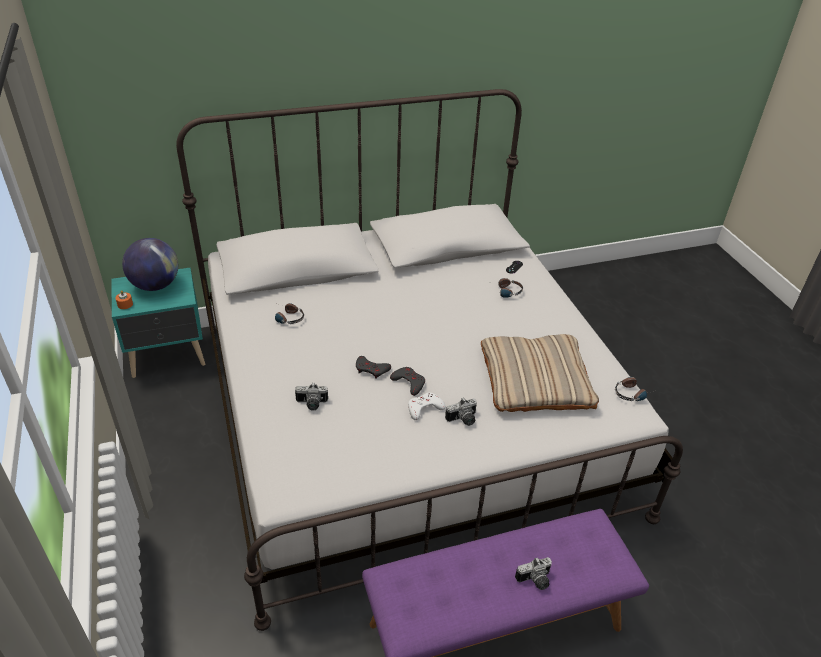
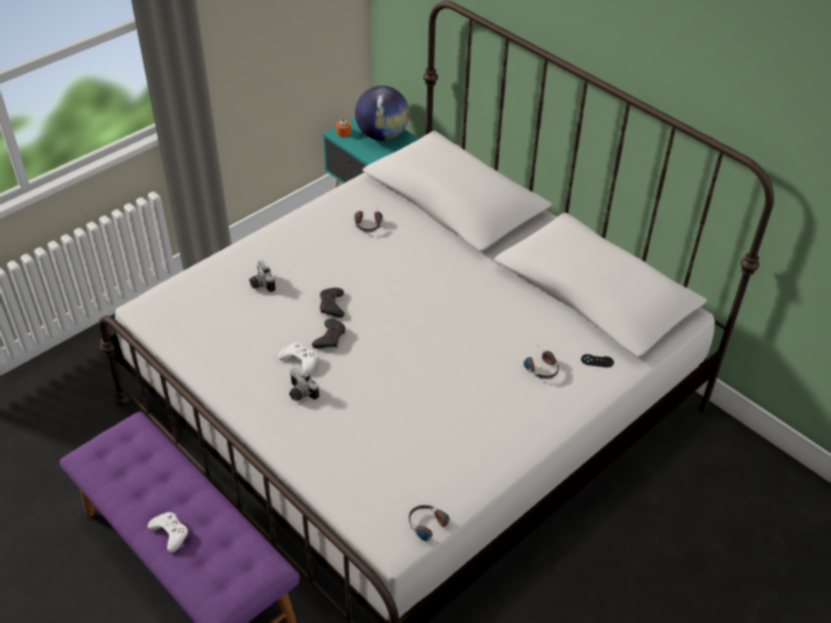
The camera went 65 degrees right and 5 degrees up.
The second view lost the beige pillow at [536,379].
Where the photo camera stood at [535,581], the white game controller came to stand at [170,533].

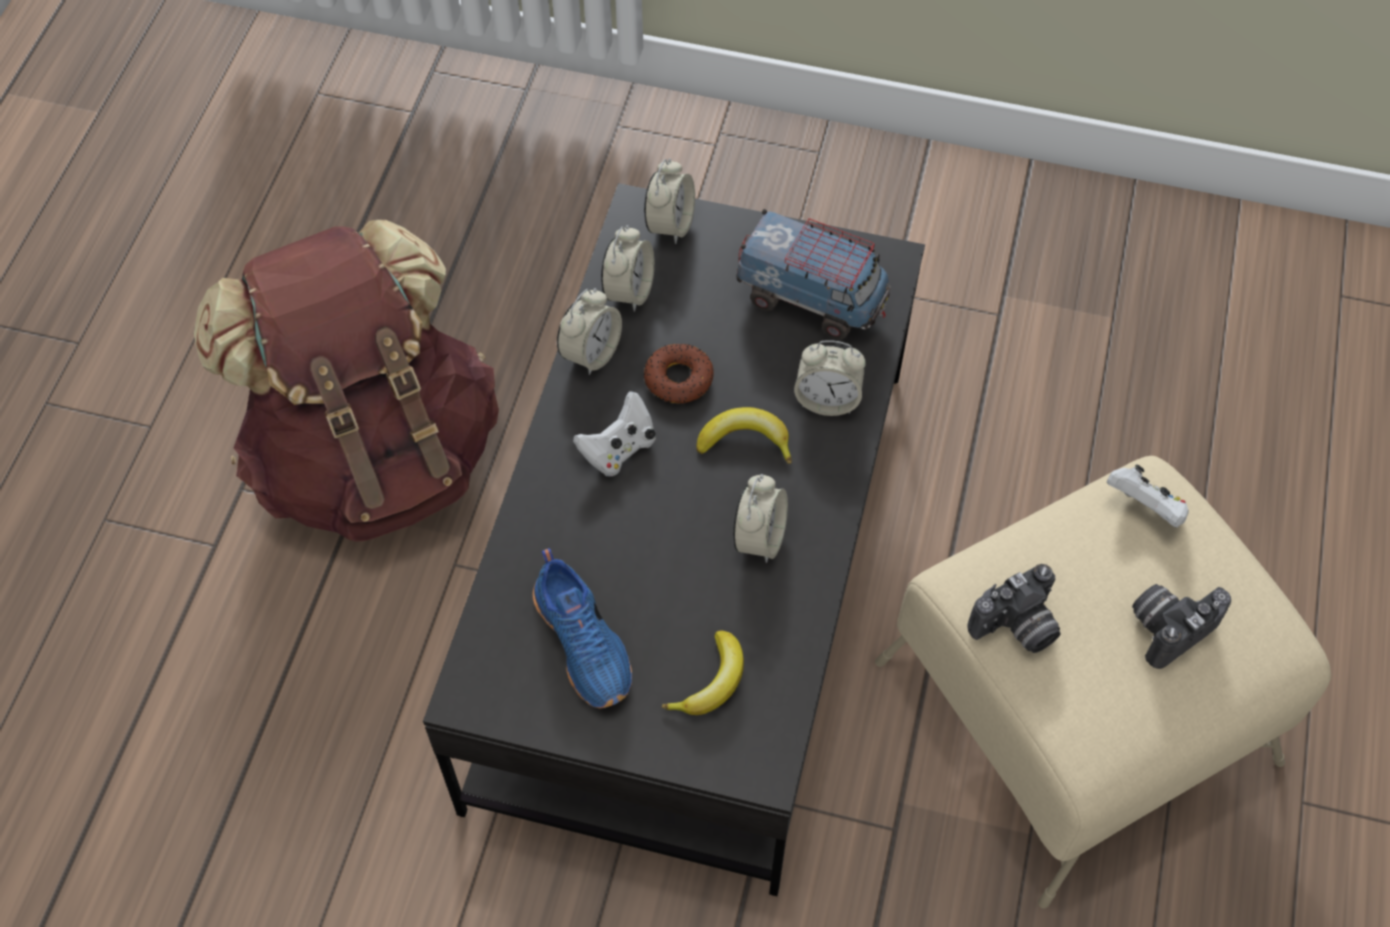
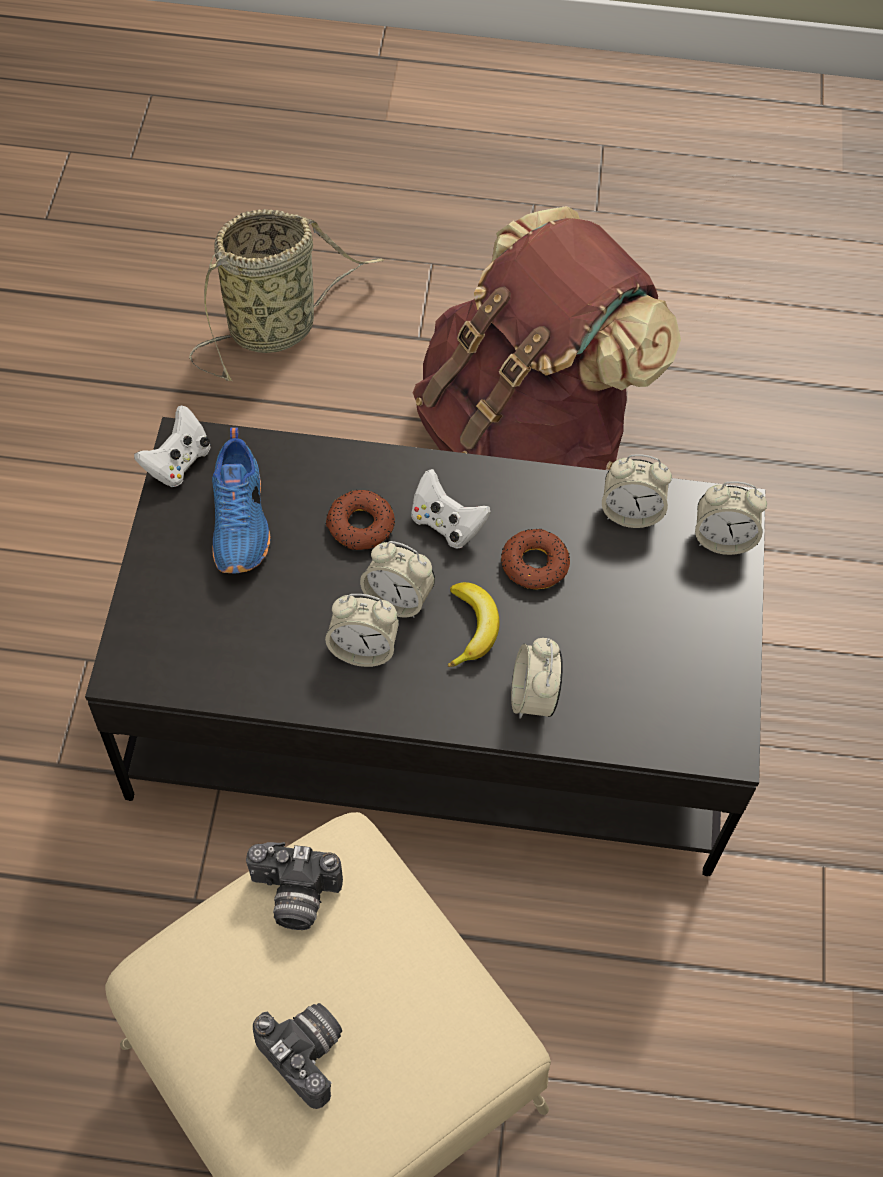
The camera went 80 degrees right and 0 degrees up.
The second view lost the toy truck at [811,299].
The alarm clock ended up elsewhere, having gone from [591,353] to [397,599].
The white game controller ended up elsewhere, having gone from [1144,507] to [178,462].
The blue shoe at [585,642] ended up facing another way, 60 degrees counterclockwise from before.
The photo camera at [1017,628] ended up facing another way, 45 degrees counterclockwise from before.
The second view lost the banana at [711,682].
The second view gained the basket at [277,327].
The second view gained the donut at [360,525].

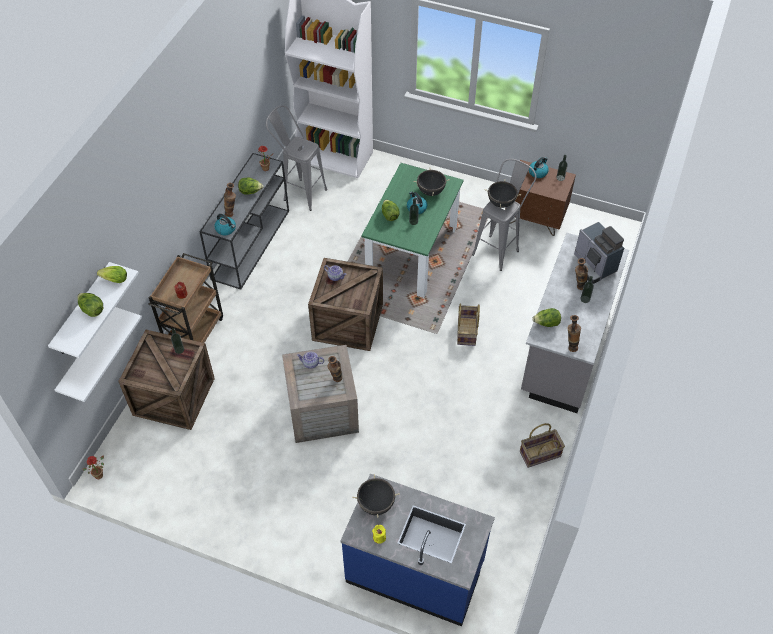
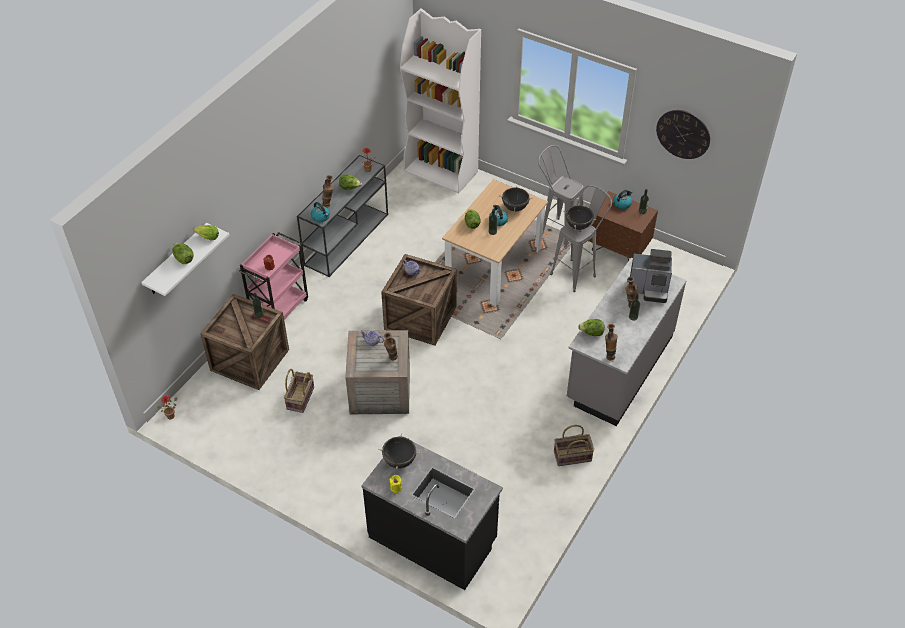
The camera went 10 degrees right and 5 degrees down.
The grey stool ended up elsewhere, having gone from [299,192] to [556,230].
What was the green dining table at [412,253] turned into the beige dining table at [494,266].
The coffee machine at [594,266] ended up facing another way, 60 degrees counterclockwise from before.
What was the brown cart at [194,332] turned into the pink cart at [279,308].
The basket ended up elsewhere, having gone from [467,332] to [301,398].
The second view lost the white shelf at [88,354].
What was the blue counter at [415,572] turned into the black counter at [433,538].
The second view gained the wall clock at [683,134].

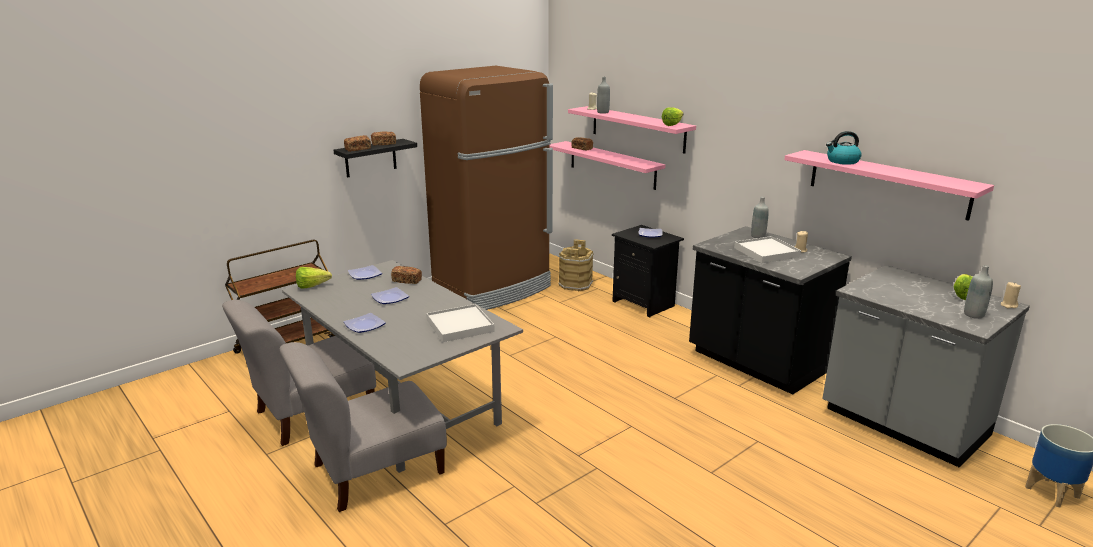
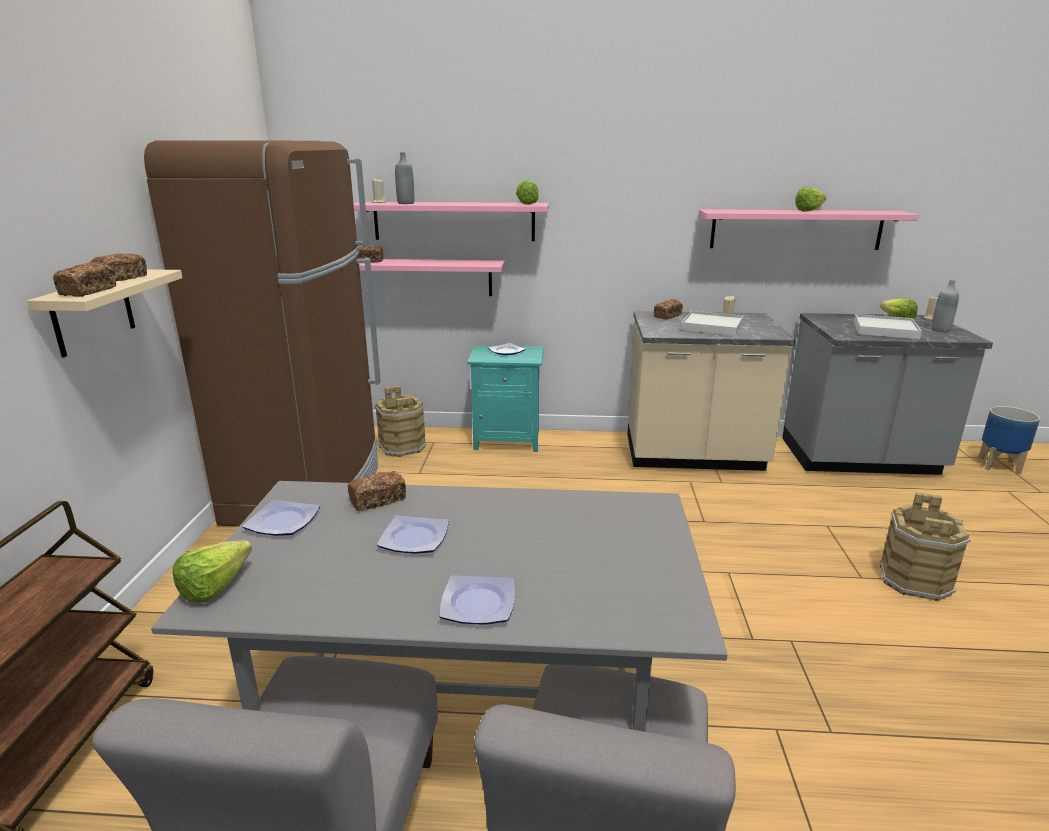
The camera went 45 degrees left and 0 degrees up.
The second view lost the kettle at [842,161].
What was the black shelf at [370,158] turned into the beige shelf at [93,312].
Where the grey bottle stood at [758,236], the bread came to stand at [667,316].
What was the black nightstand at [644,303] turned into the turquoise nightstand at [507,440].
What was the black counter at [756,363] turned into the beige counter at [694,455].
The white tray ended up elsewhere, having gone from [460,326] to [884,330].
The second view gained the lettuce at [811,211].
The second view gained the brown bucket at [915,580].

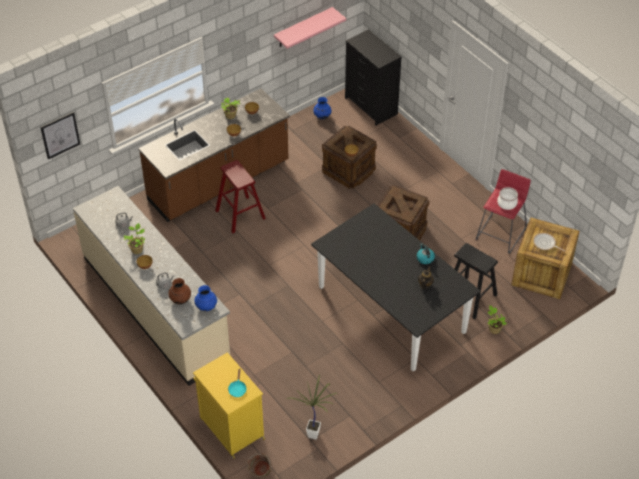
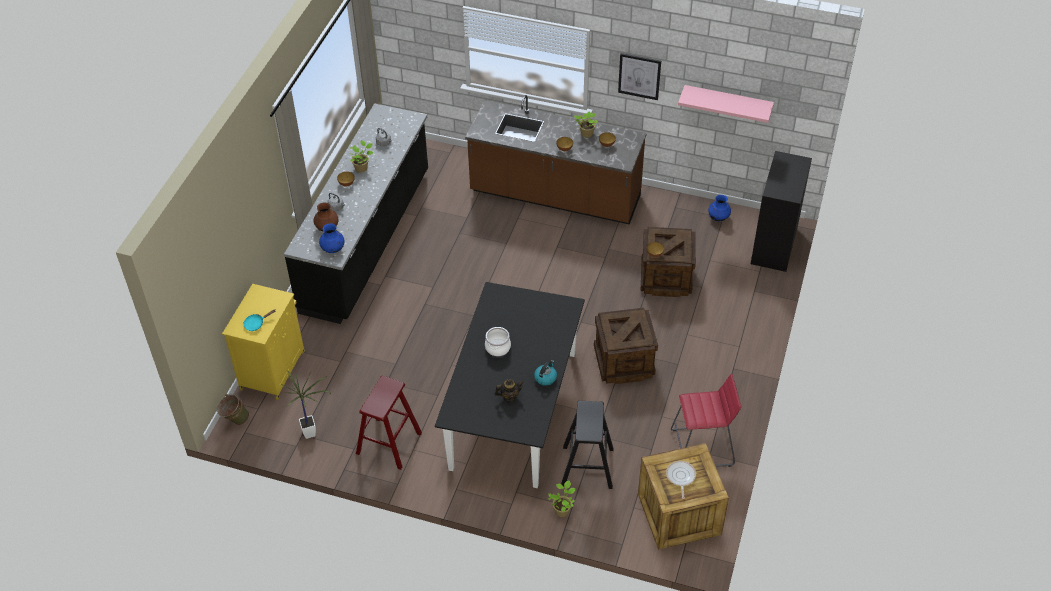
The camera went 55 degrees right and 0 degrees up.
The picture ended up elsewhere, having gone from [60,135] to [639,76].
The red stool ended up elsewhere, having gone from [240,214] to [389,443].
What was the beige counter at [156,307] turned into the black counter at [367,241].
The cooking pot ended up elsewhere, having gone from [506,203] to [497,347].

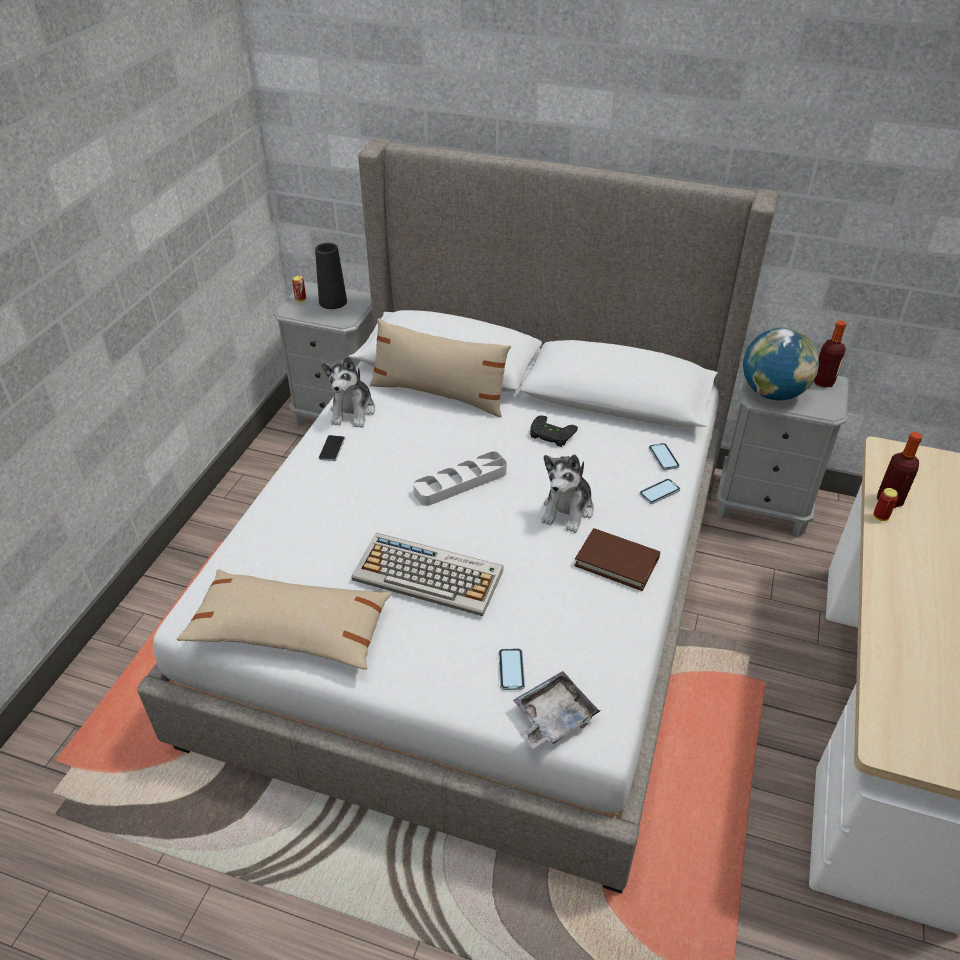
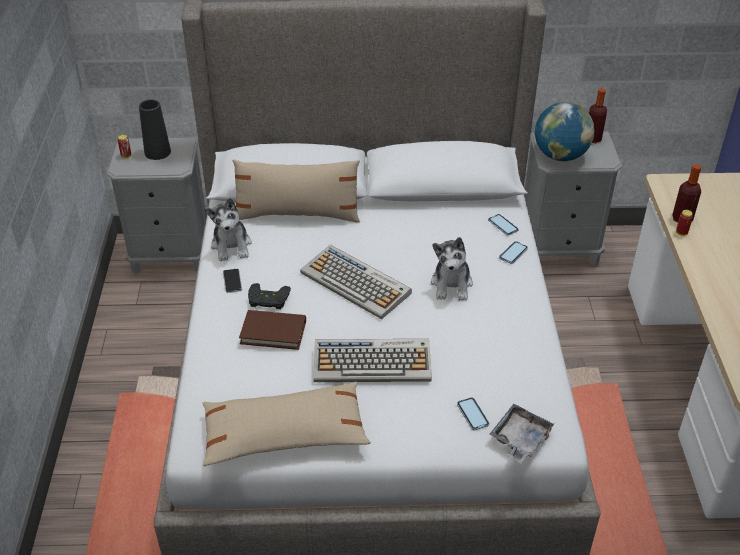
The camera went 20 degrees left and 0 degrees up.
The black game controller ended up elsewhere, having gone from [550,435] to [267,300].
Where the grey tray stood at [460,482], the keyboard came to stand at [356,283].
The brown book ended up elsewhere, having gone from [617,562] to [273,332].

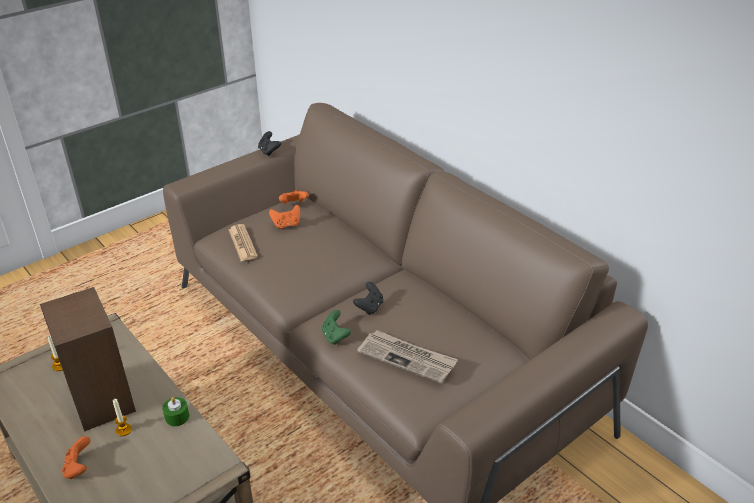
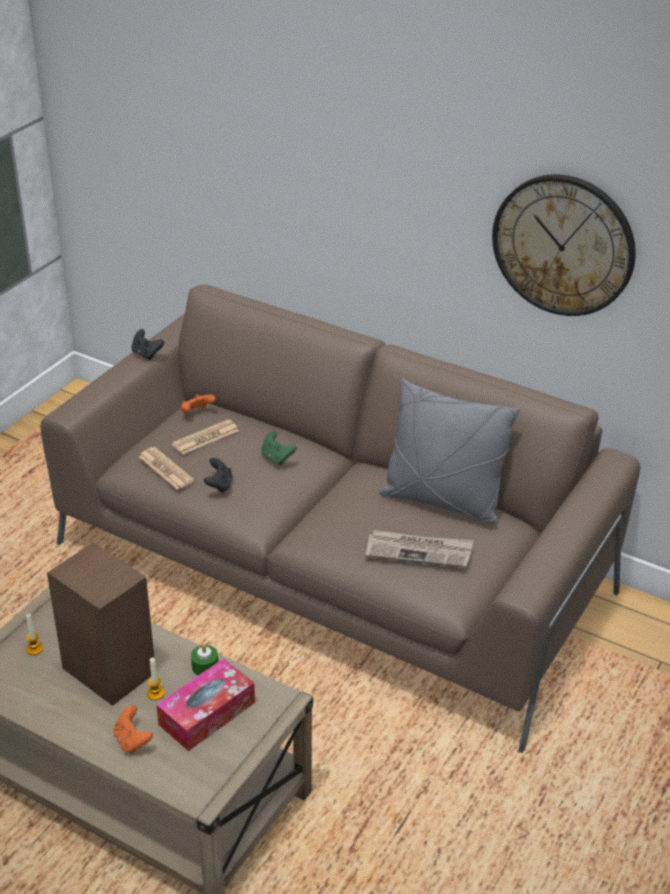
The camera went 20 degrees left and 0 degrees up.
Where the orange game controller stood at [286,225], the newspaper came to stand at [205,438].
The black game controller ended up elsewhere, having gone from [369,307] to [219,485].
The green game controller ended up elsewhere, having gone from [335,336] to [277,458].
The second view gained the wall clock at [563,245].
The second view gained the grey pillow at [442,501].
The second view gained the tissue box at [207,713].

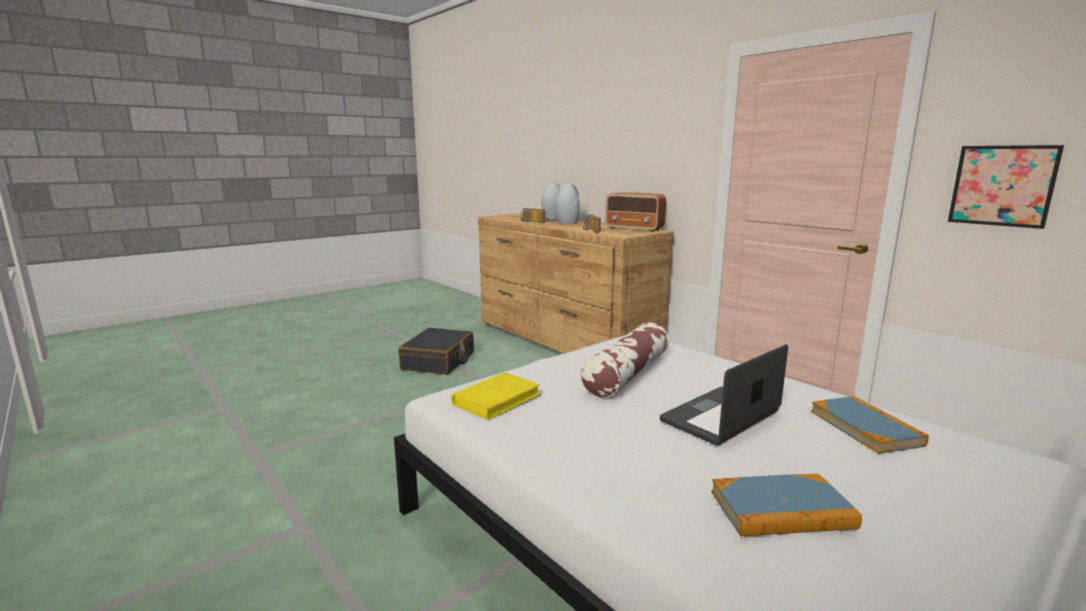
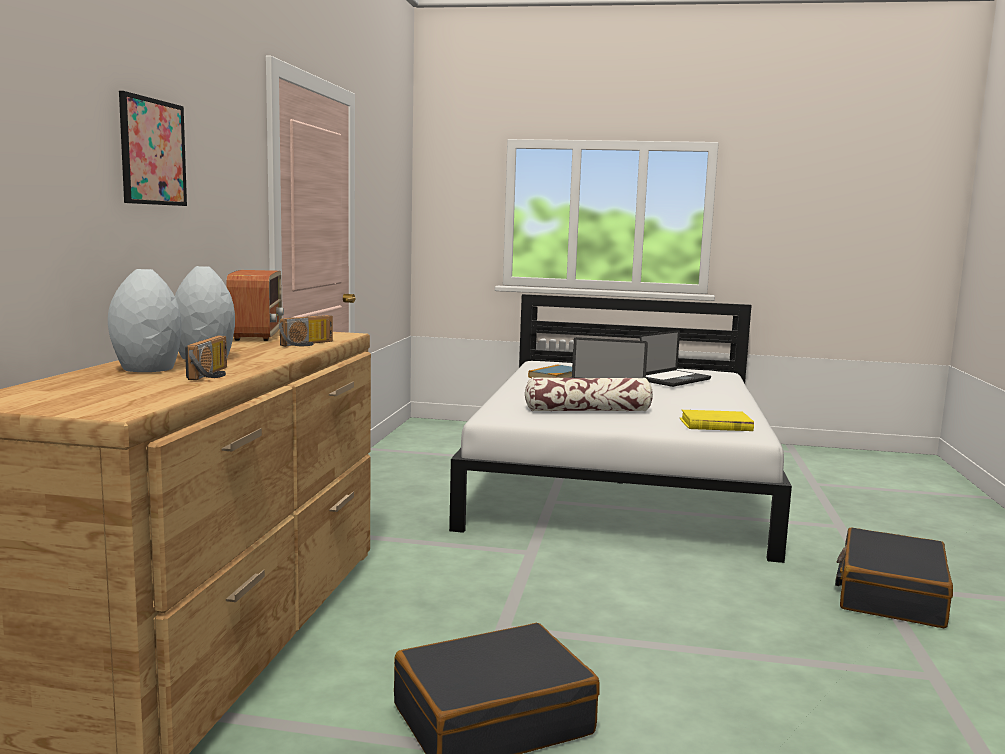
The camera went 130 degrees left and 5 degrees down.
The picture ended up elsewhere, having gone from [1002,185] to [152,152].
Where the book stood at [781,510], the laptop came to stand at [674,380].
The second view gained the black suitcase at [890,595].

